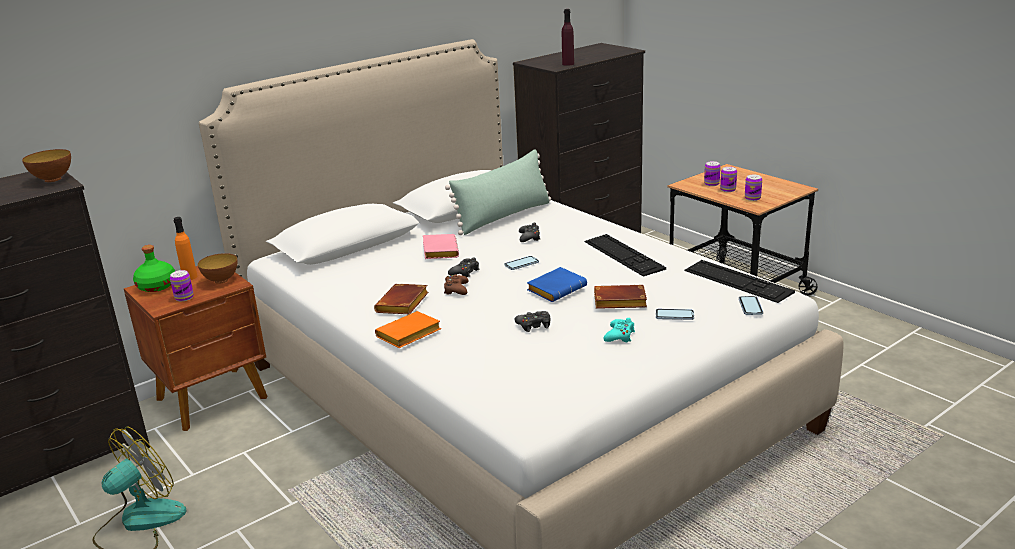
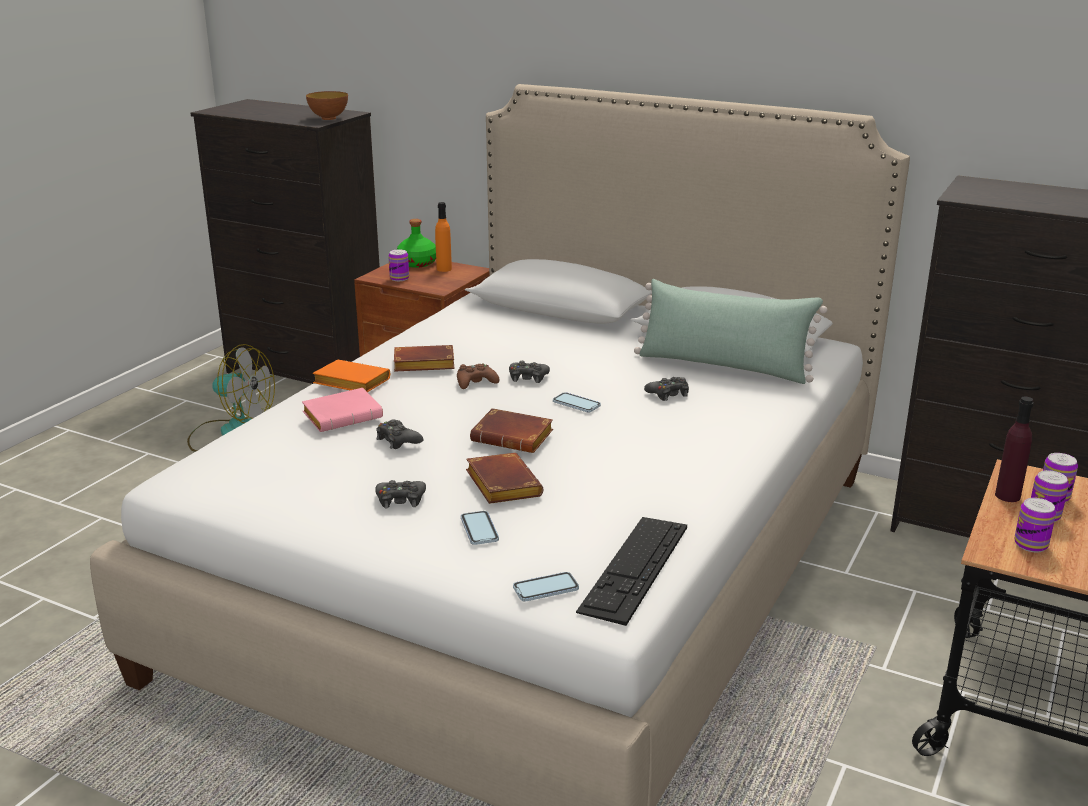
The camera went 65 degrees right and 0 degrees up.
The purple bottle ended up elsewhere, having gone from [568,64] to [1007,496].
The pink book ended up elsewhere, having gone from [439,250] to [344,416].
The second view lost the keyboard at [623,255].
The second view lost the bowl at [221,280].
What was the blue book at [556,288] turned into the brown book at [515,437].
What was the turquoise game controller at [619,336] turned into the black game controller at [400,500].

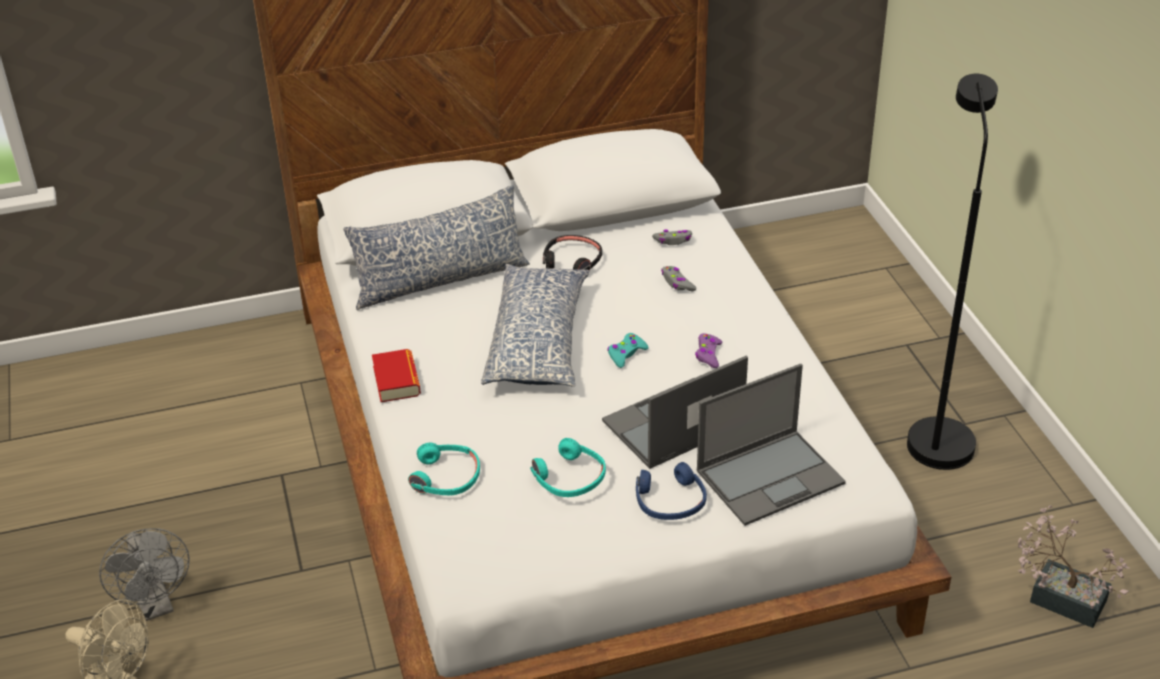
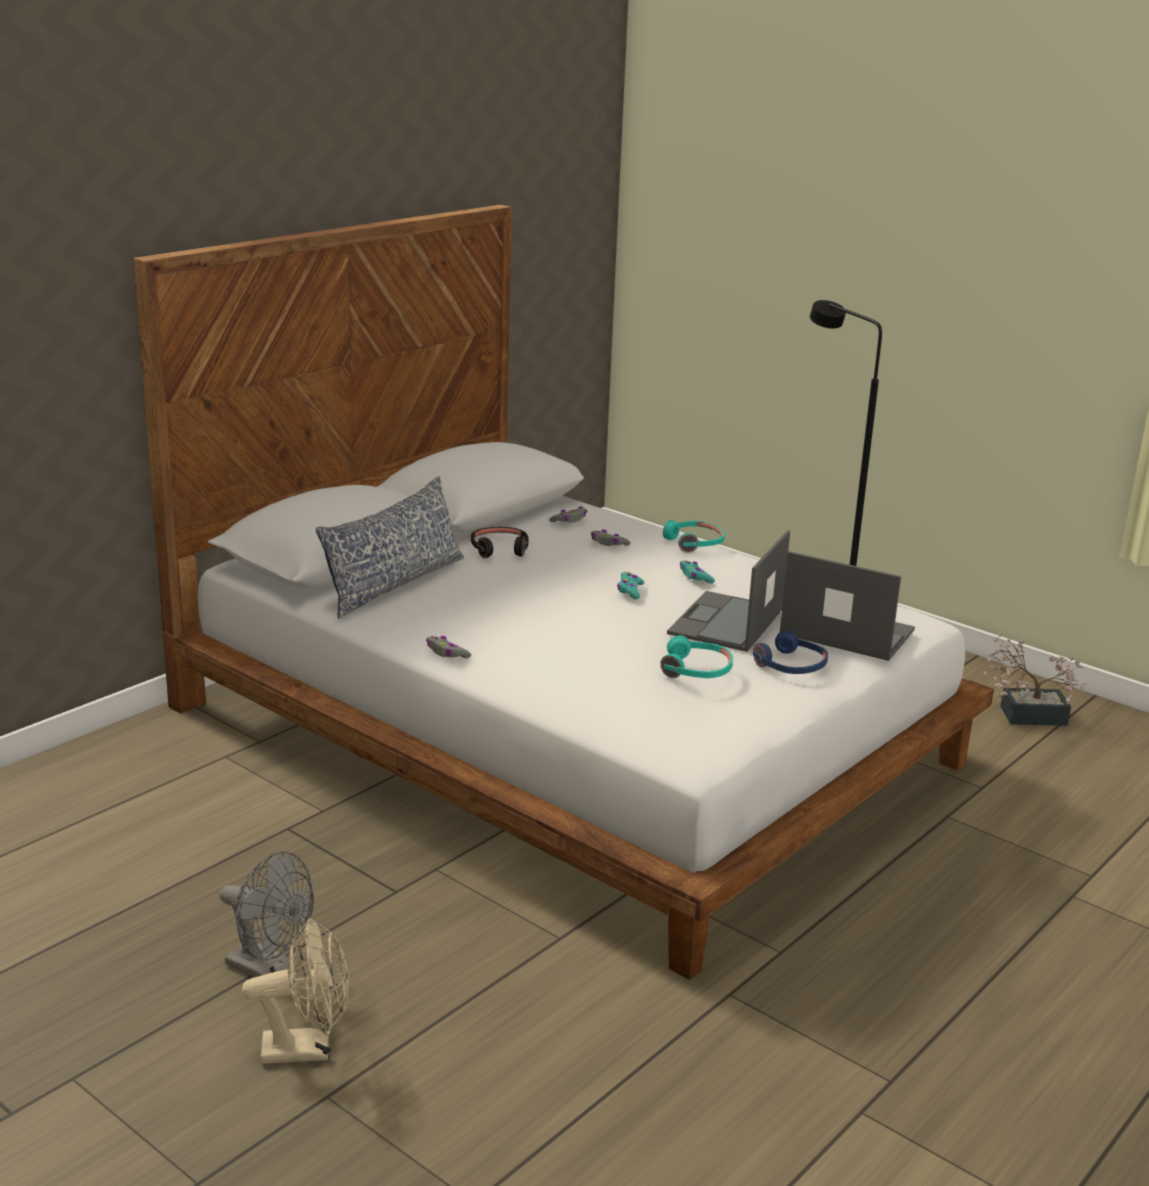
The camera went 35 degrees left and 15 degrees down.
The second view lost the pillow at [539,340].
What was the purple game controller at [708,354] turned into the turquoise game controller at [695,577].
Where the book stood at [396,381], the grey game controller came to stand at [447,653].
The laptop at [771,476] ended up facing another way, 90 degrees counterclockwise from before.
The turquoise headphones ended up elsewhere, having gone from [446,478] to [694,543].

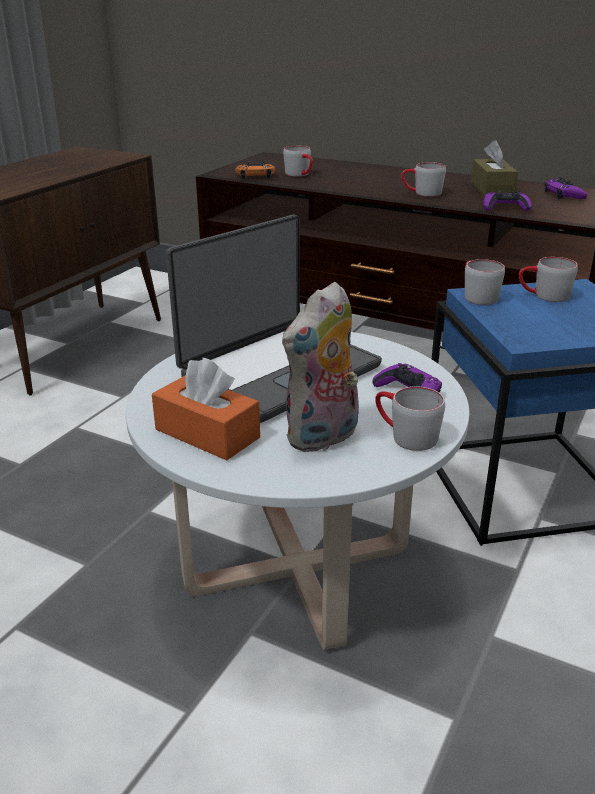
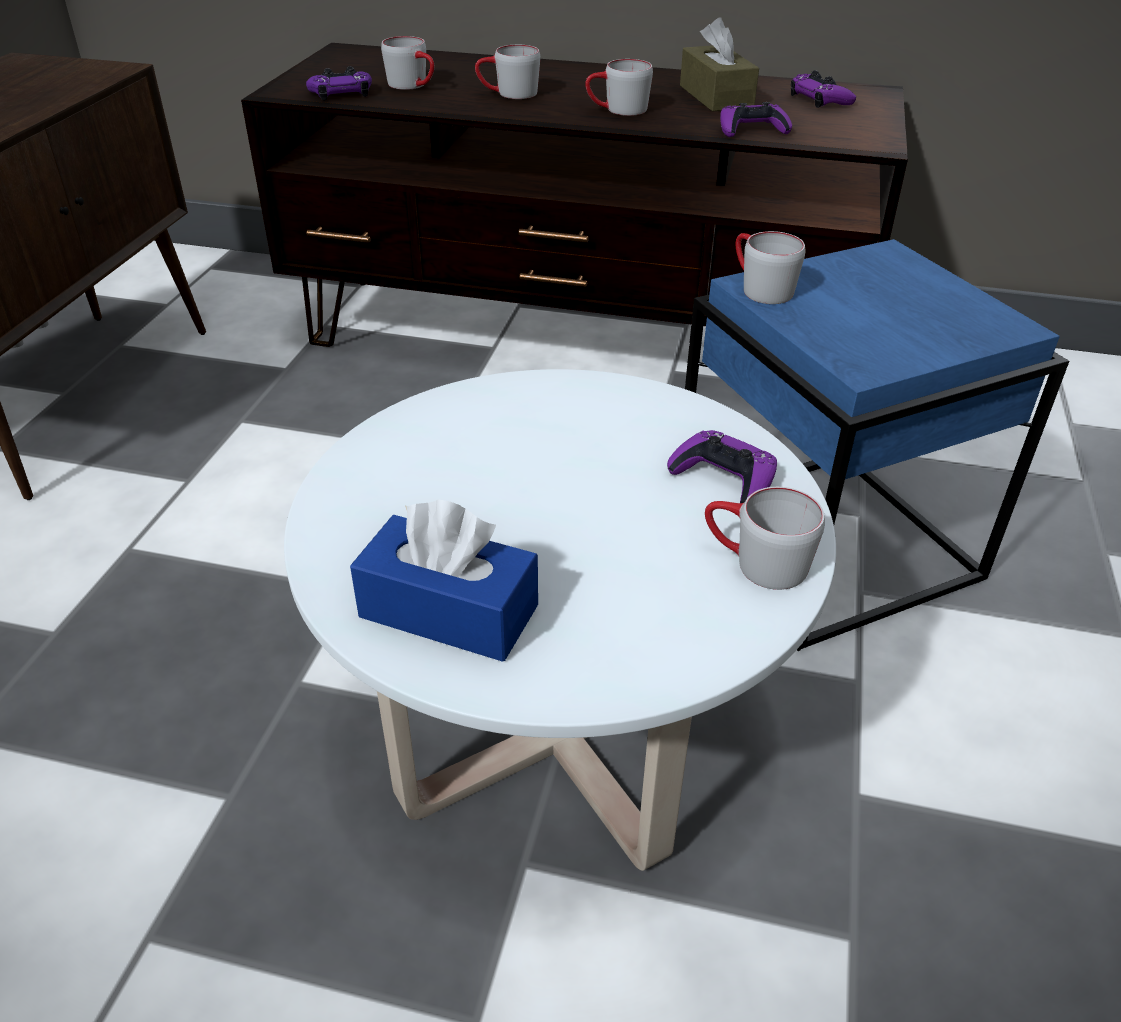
The camera went 15 degrees left and 10 degrees up.
What was the orange game controller at [255,176] turned into the purple game controller at [341,92].
The second view lost the laptop at [278,371].
The grey mug ended up elsewhere, having gone from [543,296] to [508,94].
The second view lost the plush toy at [323,438].
What was the orange tissue box at [207,433] turned into the blue tissue box at [449,611].

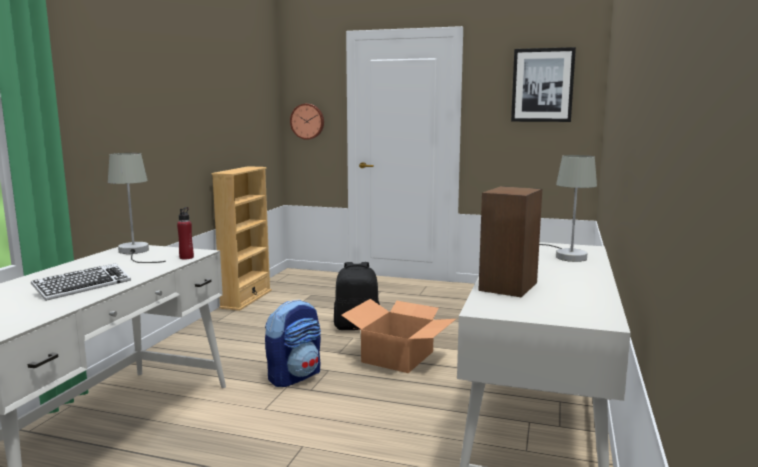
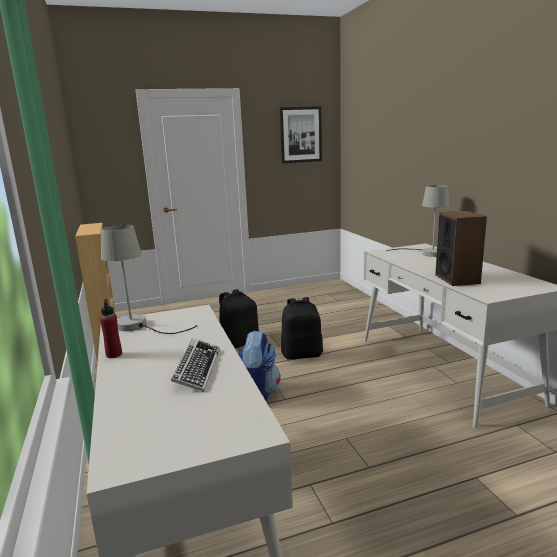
The camera went 35 degrees left and 5 degrees up.
The second view lost the wall clock at [307,121].
The red bottle ended up elsewhere, having gone from [186,257] to [114,354].
Where the cardboard box stood at [398,357], the black backpack came to stand at [302,354].

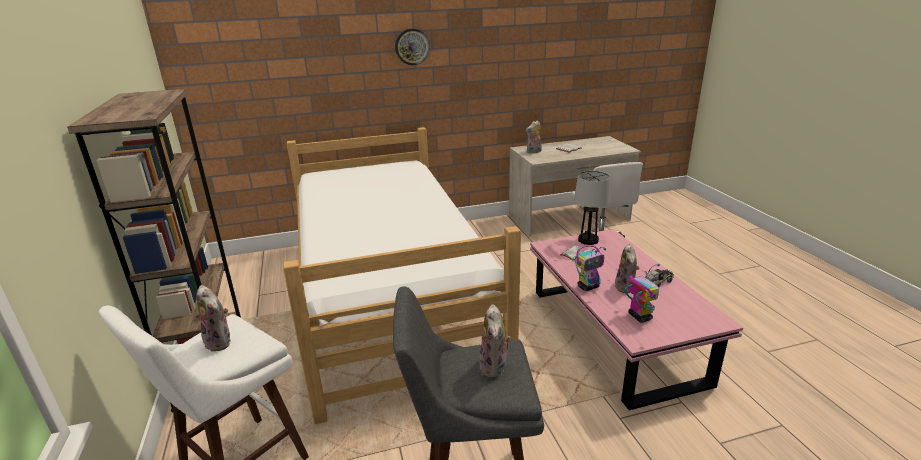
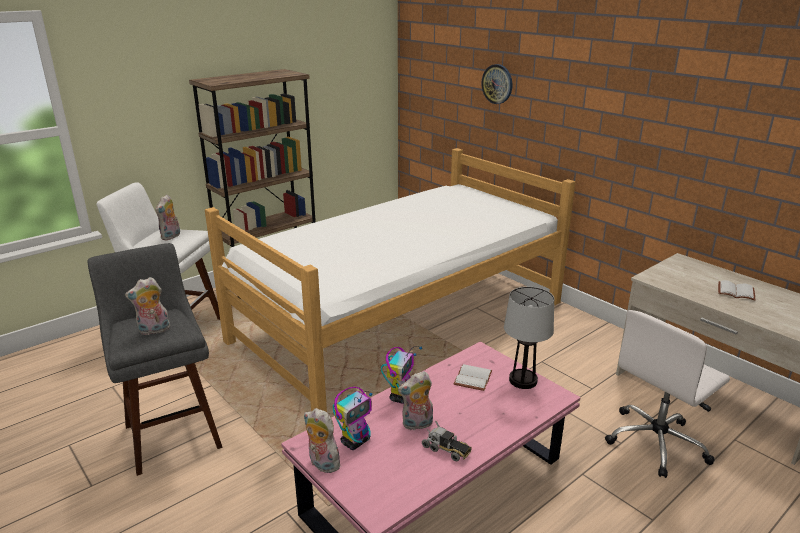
The camera went 65 degrees right and 0 degrees up.
The wall clock ended up elsewhere, having gone from [412,46] to [497,84].
The plush toy ended up elsewhere, having gone from [534,152] to [322,464].
The toy robot at [588,287] ended up facing another way, 105 degrees counterclockwise from before.

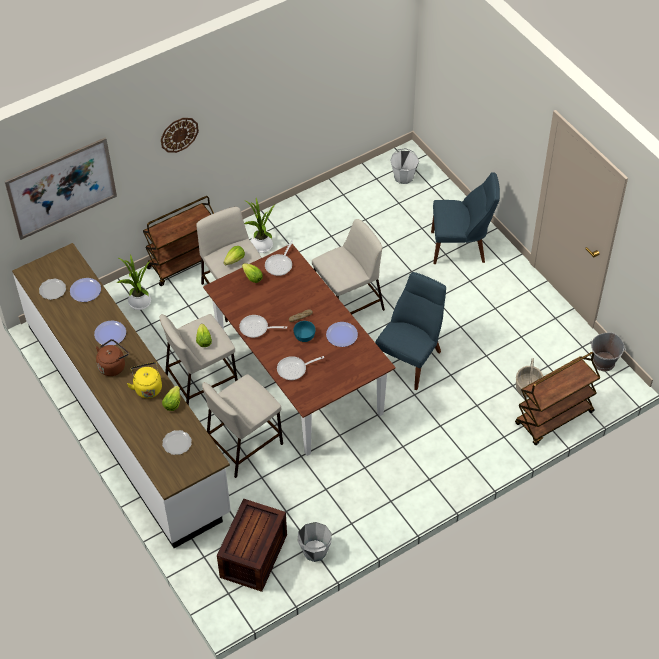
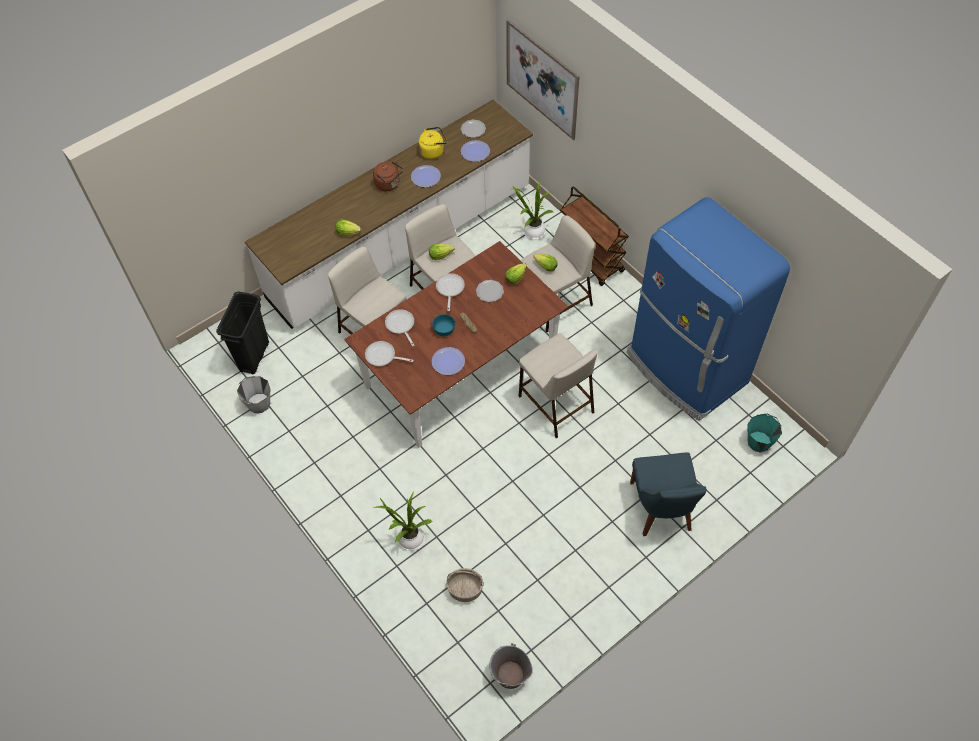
The camera went 85 degrees right and 5 degrees up.
The second view lost the wall clock at [179,134].
What was the white bucket at [403,176] turned into the turquoise bucket at [759,442].
The potted plant ended up elsewhere, having gone from [261,247] to [409,539].
The frying pan ended up elsewhere, having gone from [280,264] to [383,356].
The second view lost the blue chair at [410,359].
The second view lost the brown cart at [554,418].
The yellow kettle ended up elsewhere, having gone from [147,387] to [433,151].
The plate ended up elsewhere, having gone from [177,443] to [489,292].
Where the crate stood at [253,557], the black trash can came to stand at [254,356].
The second view gained the blue fridge at [686,369].

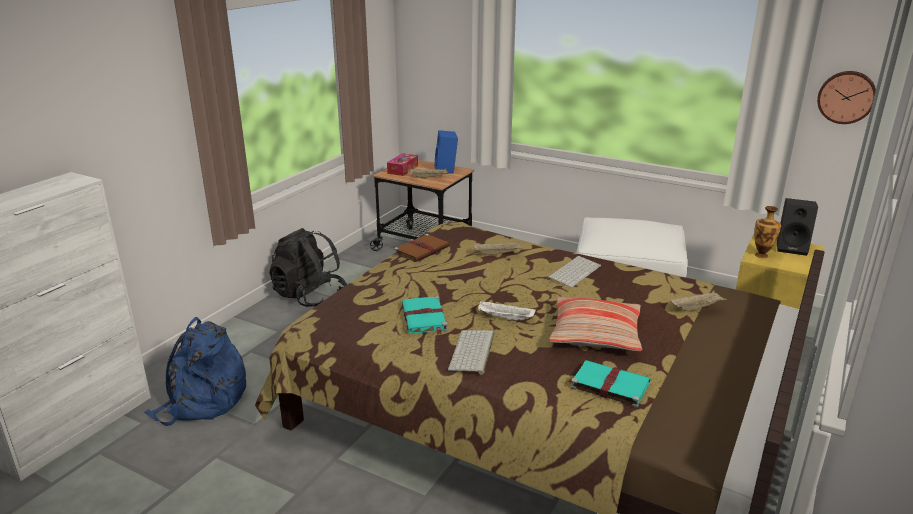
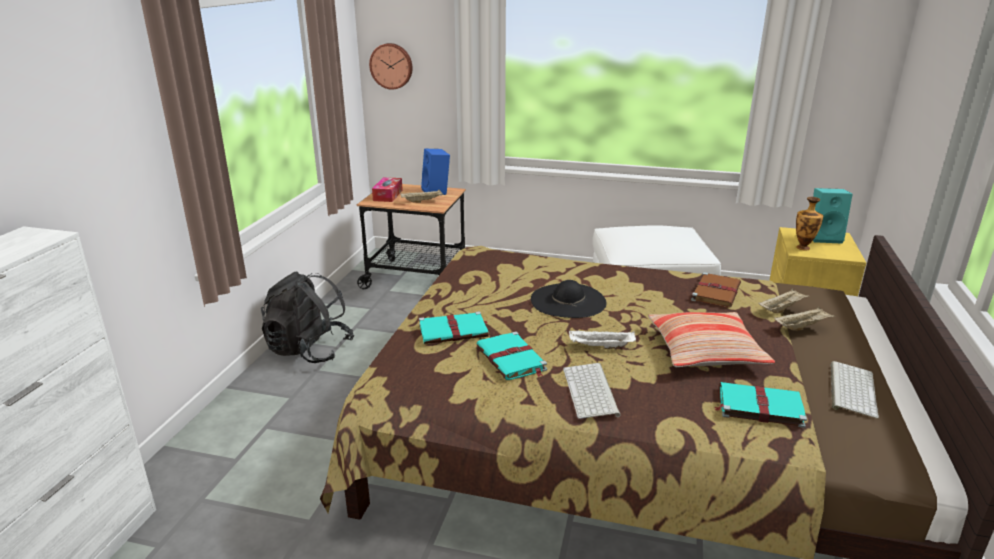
The camera went 15 degrees left and 0 degrees up.
The wall clock ended up elsewhere, having gone from [846,97] to [391,66].
What was the black speaker at [792,248] turned into the turquoise speaker at [824,237].
The brown book ended up elsewhere, having gone from [422,250] to [716,292].
The beige tray ended up elsewhere, having gone from [498,254] to [802,327].
The keyboard ended up elsewhere, having gone from [573,272] to [851,389].
The second view lost the blue backpack at [202,401].
The second view gained the black hat at [568,300].
The second view gained the turquoise book at [454,331].

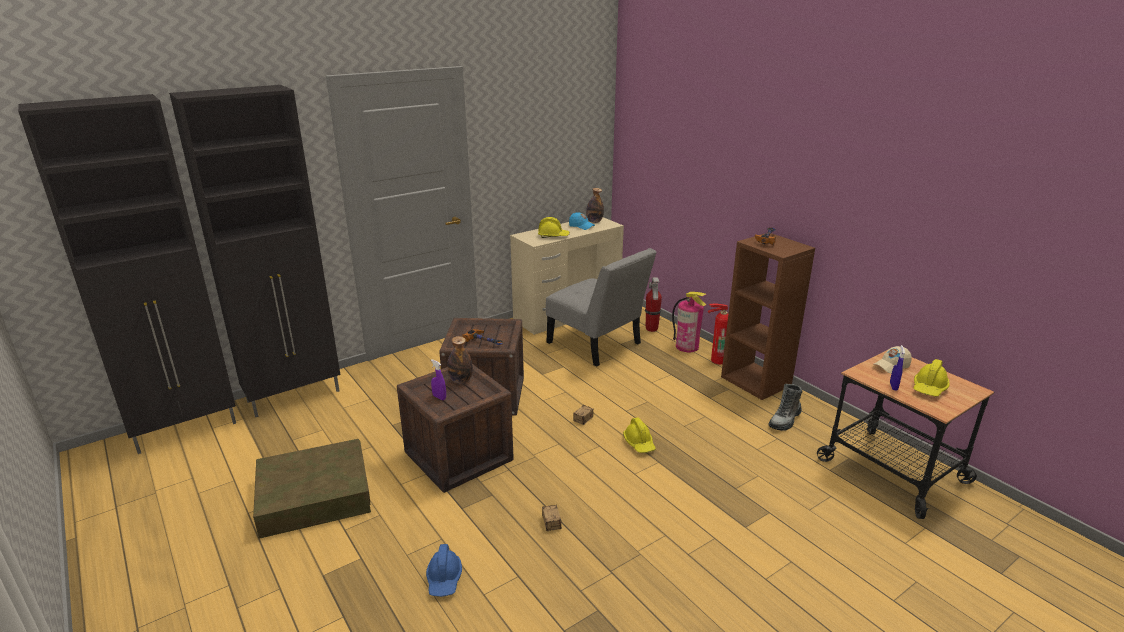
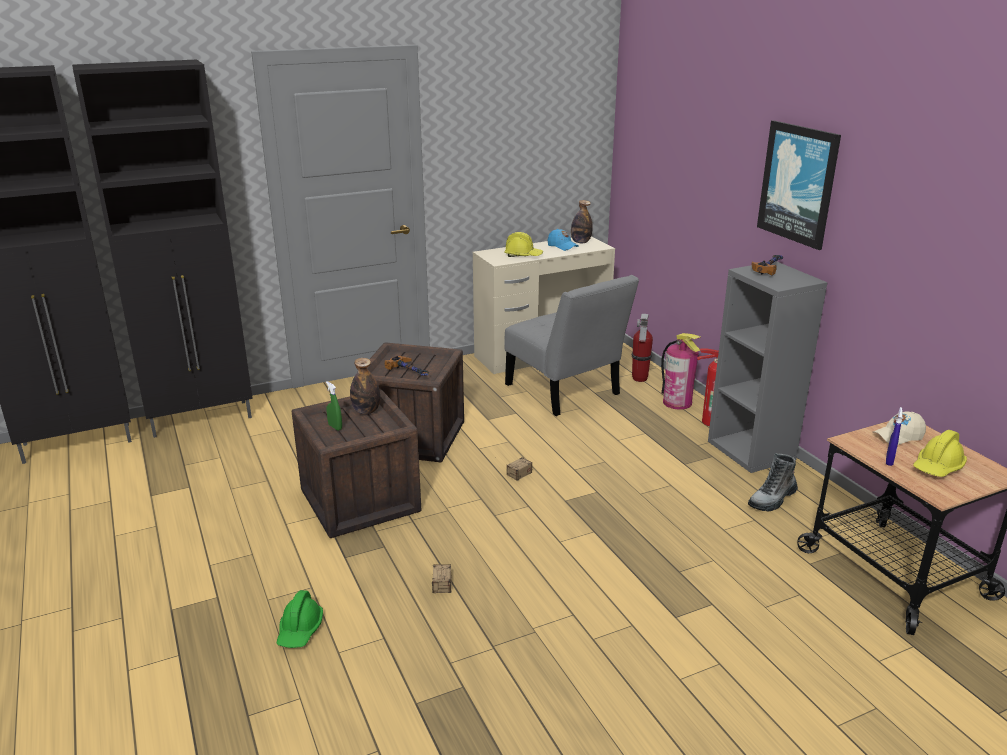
The camera went 10 degrees right and 0 degrees up.
What was the brown bookcase at [756,381] turned into the grey bookcase at [752,450].
What was the purple spray bottle at [439,397] turned into the green spray bottle at [335,427].
The second view lost the yellow hard hat at [639,443].
The second view lost the brown storage box at [314,495].
What was the blue hard hat at [444,579] turned into the green hard hat at [300,630].
The second view gained the picture at [798,183].

